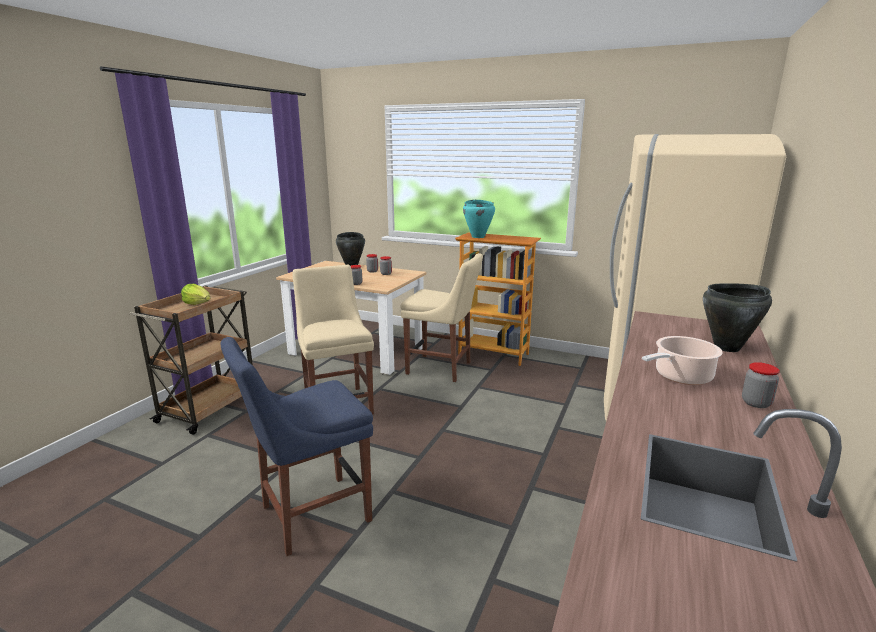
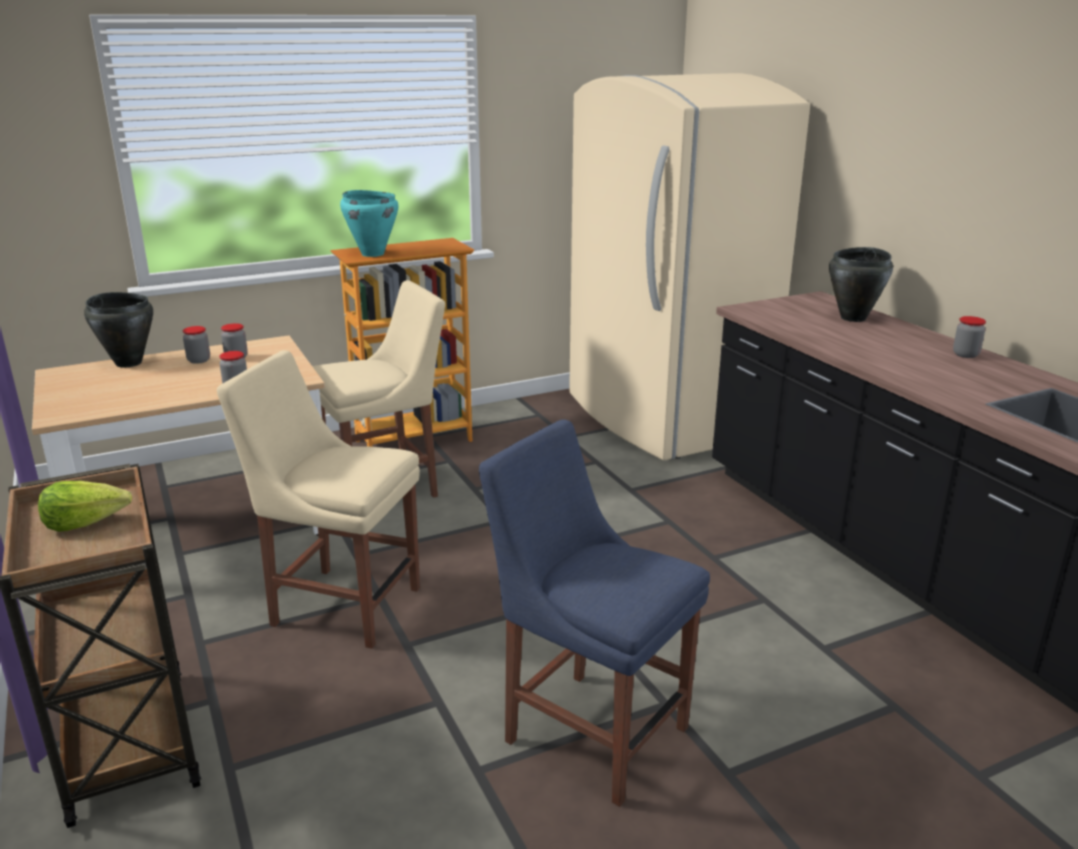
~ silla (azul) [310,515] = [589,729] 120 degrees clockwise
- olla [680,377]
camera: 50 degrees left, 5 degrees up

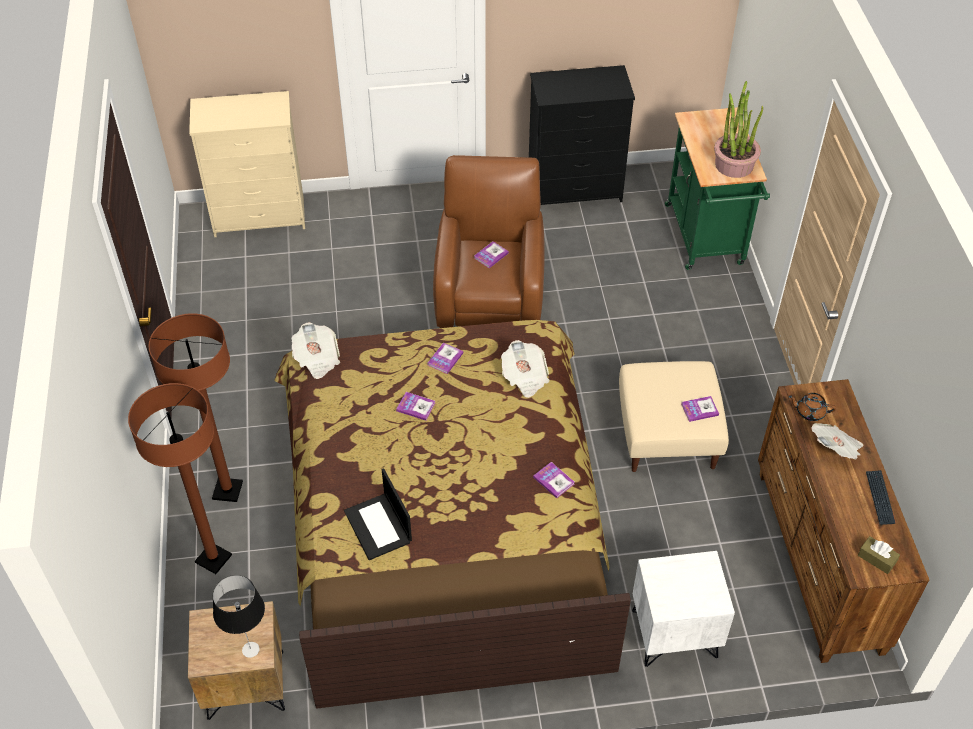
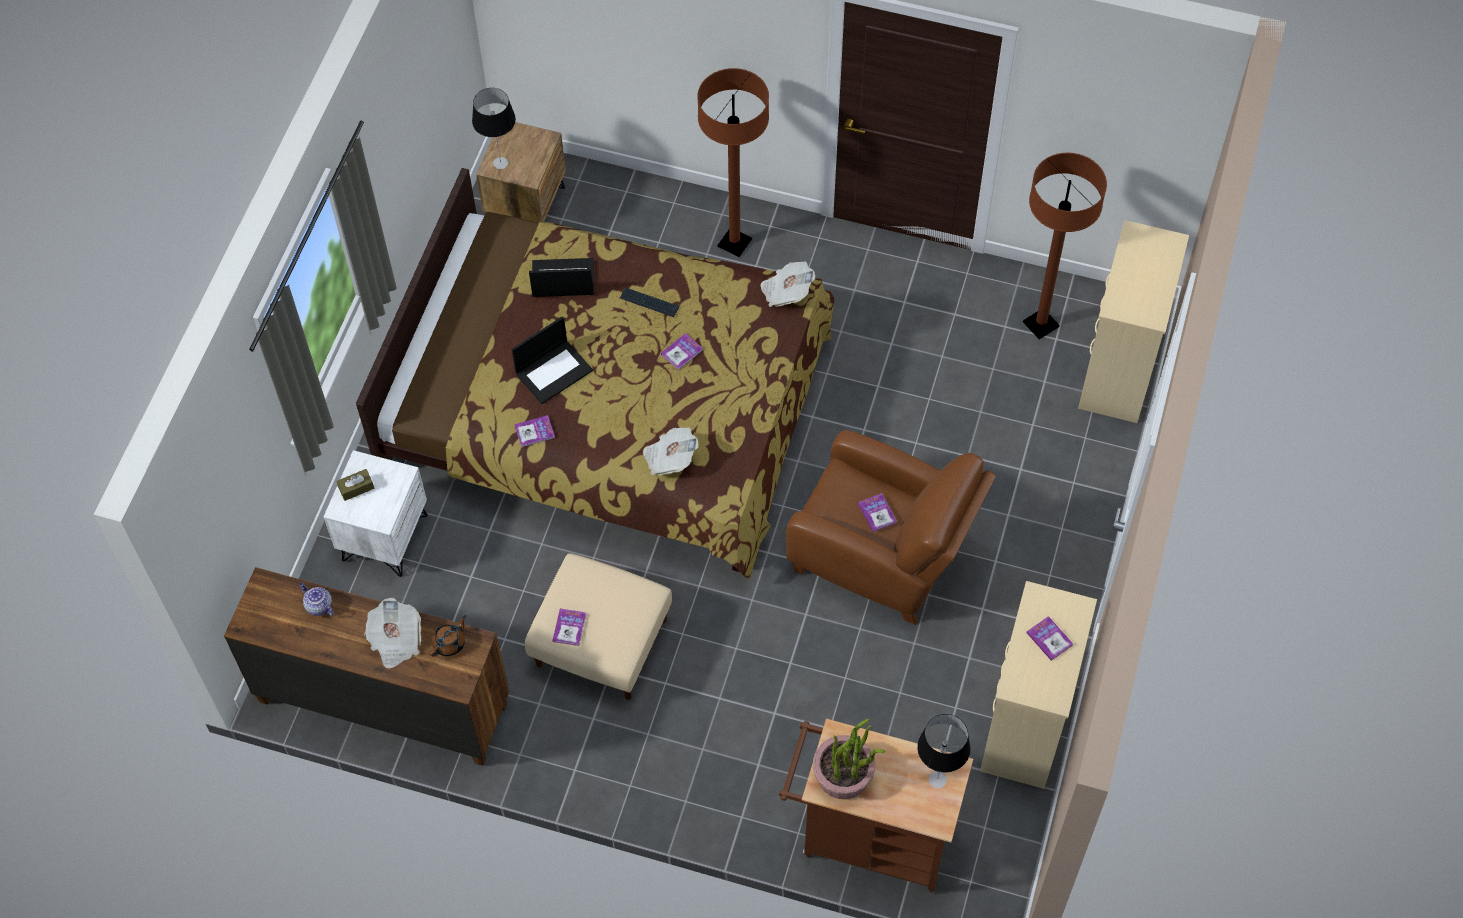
~ lámpara de pie (marrón) [213,559] to [1040,324]
~ libro [445,359] to [1049,639]
~ cómoda (negro) [575,190] to cómoda (beis) [1024,725]
~ carrito (verde) [706,239] to carrito (marrón) [868,837]
~ caja de pañuelos (marrón) [876,559] to [356,488]
~ teclado [879,497] to [649,303]
+ tetera [318,606]
+ portátil [554,371]
+ lámpara de mesa [937,780]
camera: 115 degrees right, 10 degrees up

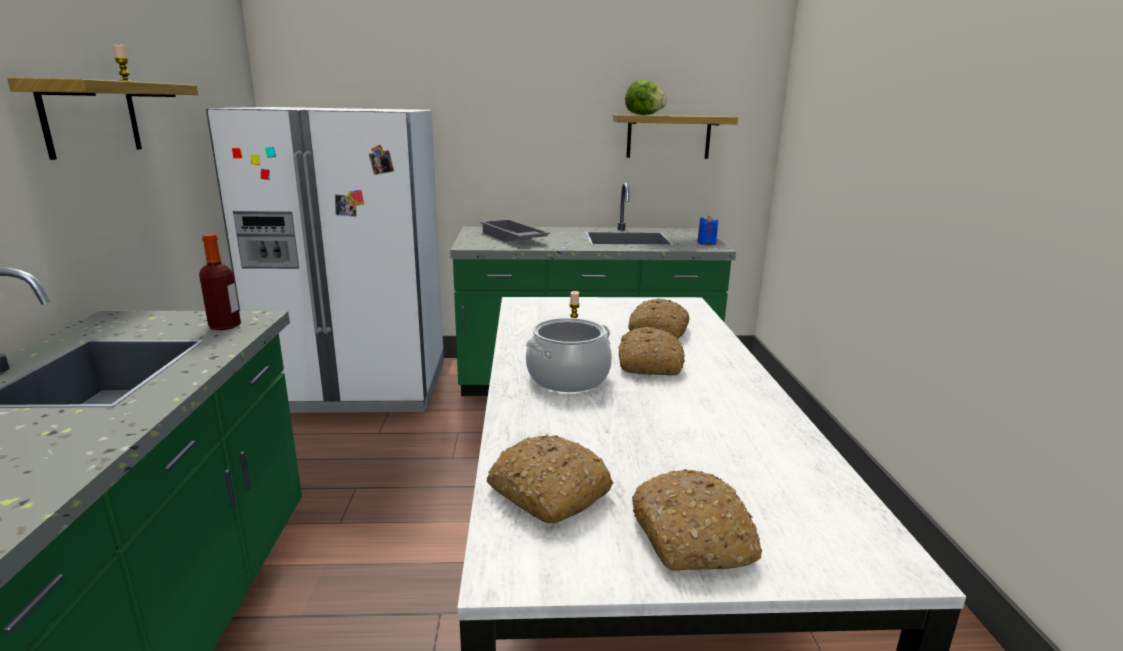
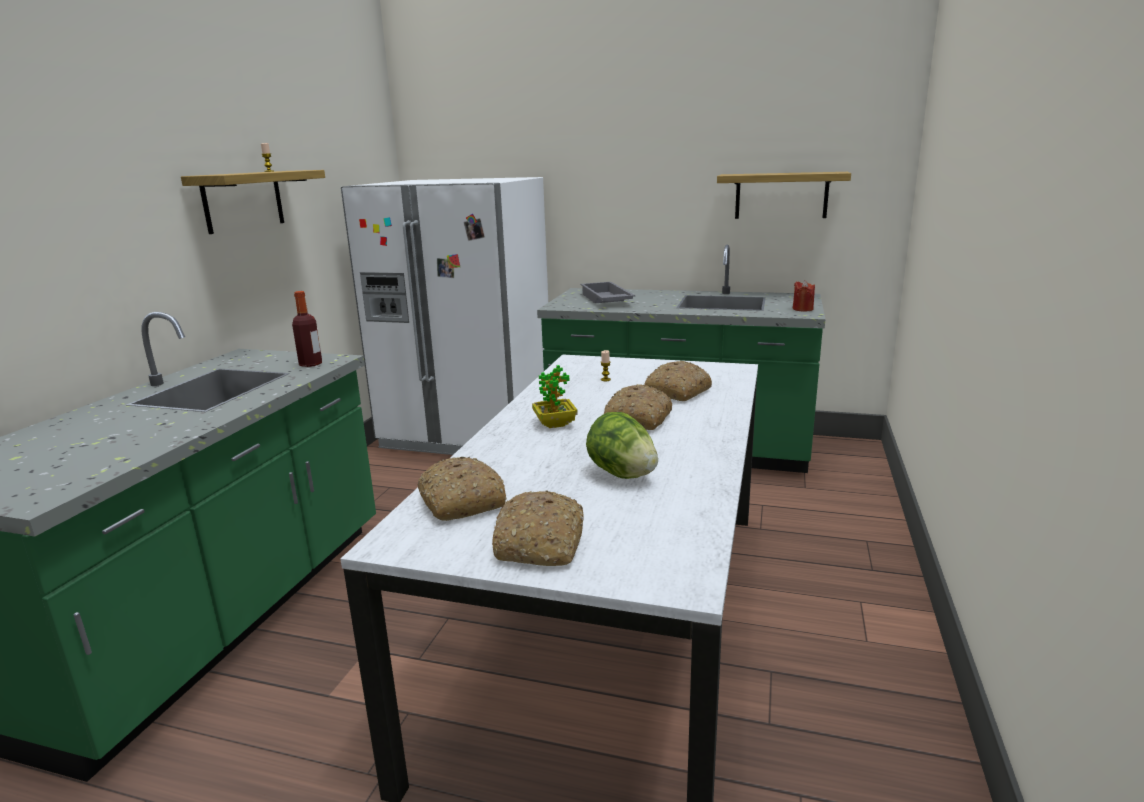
~ olla [568,378] to planta en maceta [555,424]
~ lechuga [644,115] to [622,474]
~ vela (azul) [706,243] to vela (rojo) [802,309]
camera: 20 degrees right, 0 degrees up

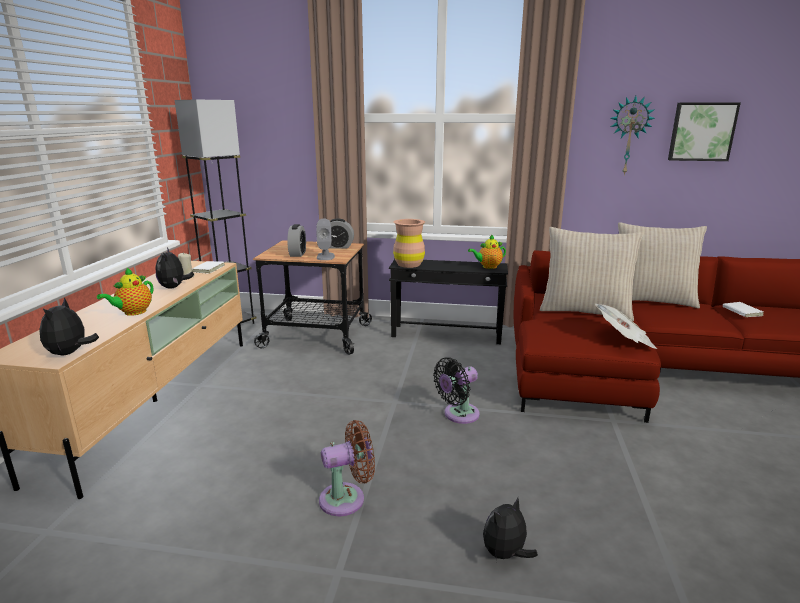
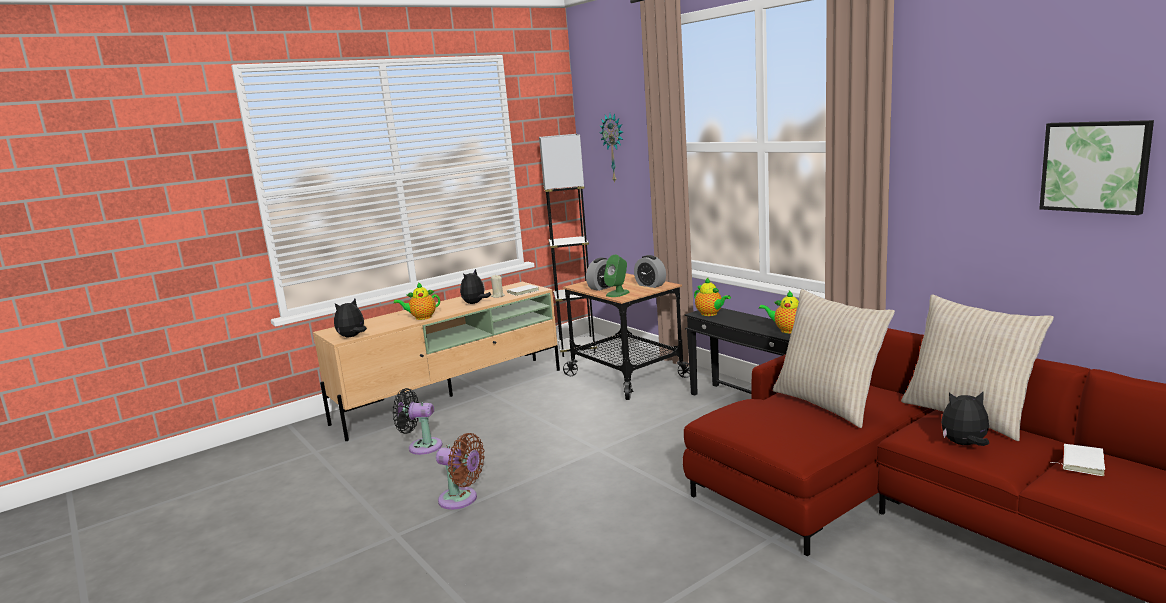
~ altavoz (gris) [325,256] to altavoz (verde) [618,293]
~ florero (marrón) [409,264] to tetera [710,314]
~ ventilador (negro) [458,415] to [421,446]
~ peluche [505,554] to [964,445]
- periódico [623,340]
~ reloj de pared [629,136] to [614,148]
camera: 45 degrees right, 5 degrees down

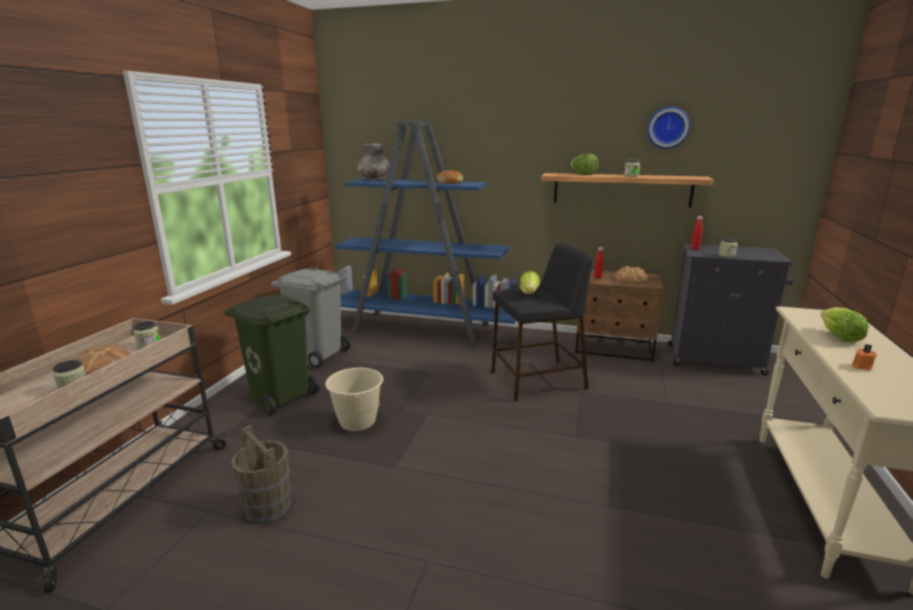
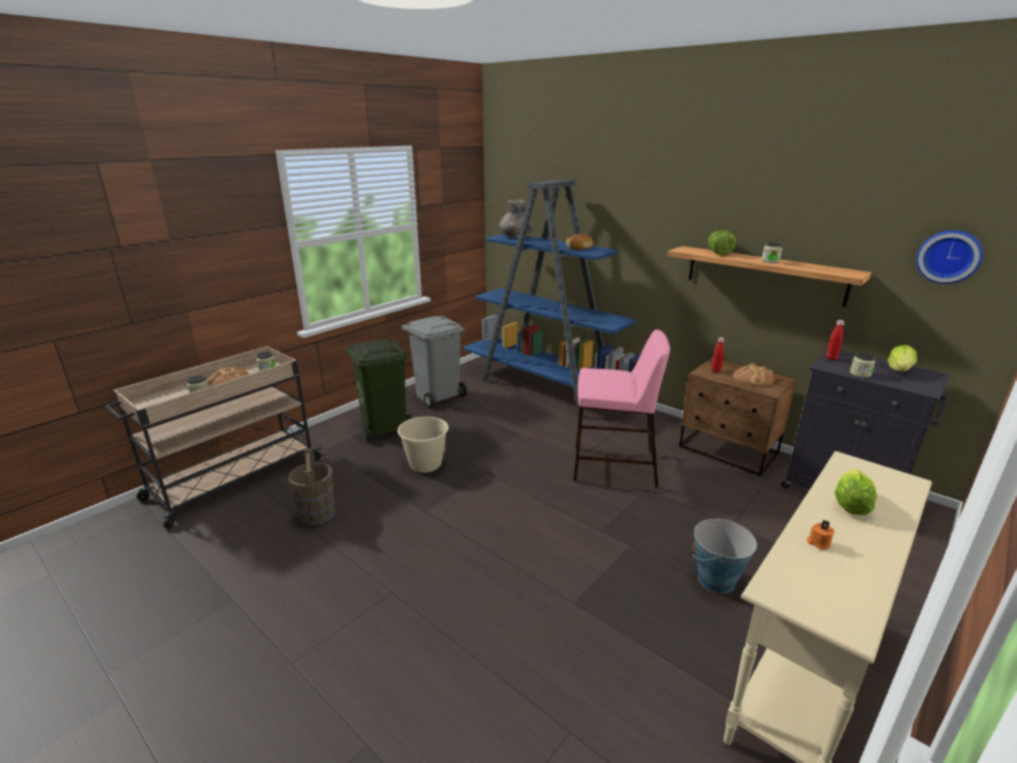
~ taburete (negro) [537,380] to taburete (rosa) [613,466]
~ lechuga [529,293] to [899,370]
~ reloj de pared [667,127] to [949,256]
+ cubo [716,580]
camera: 25 degrees right, 5 degrees up

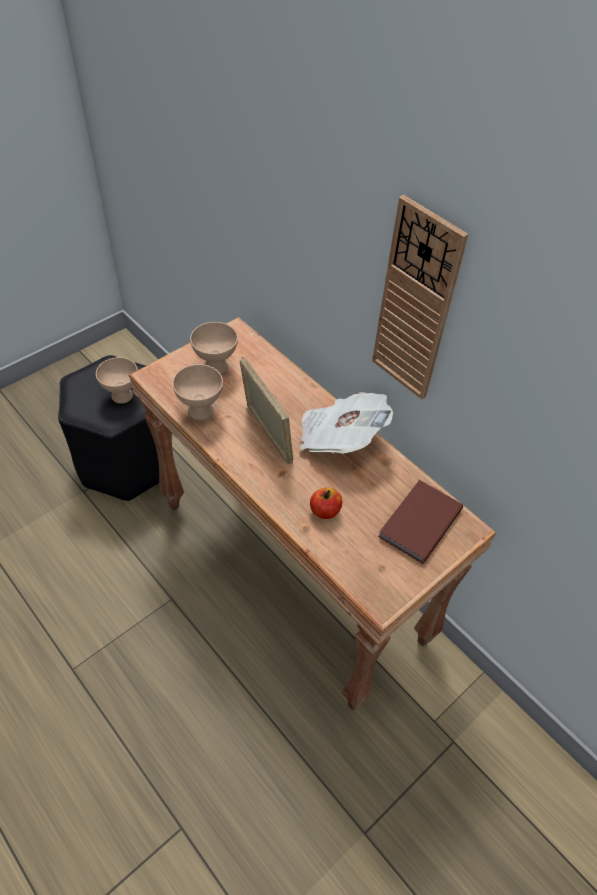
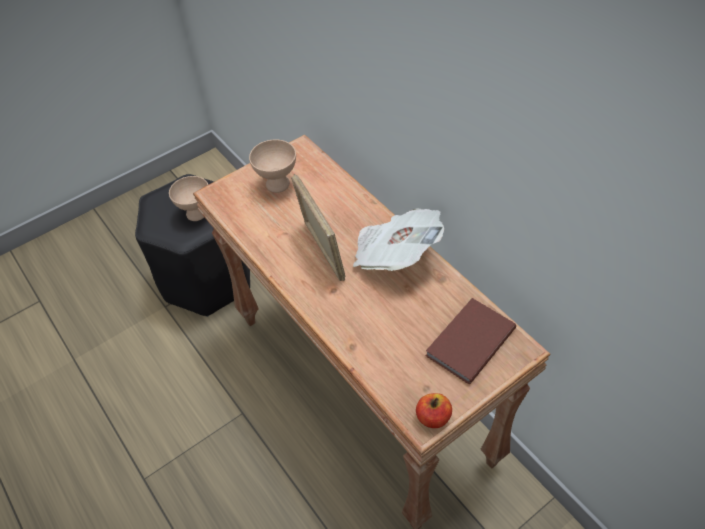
- cuenco (beis) [201,410]
~ manzana [325,511] to [433,417]
- reloj de pared [415,304]
camera: 10 degrees right, 0 degrees up

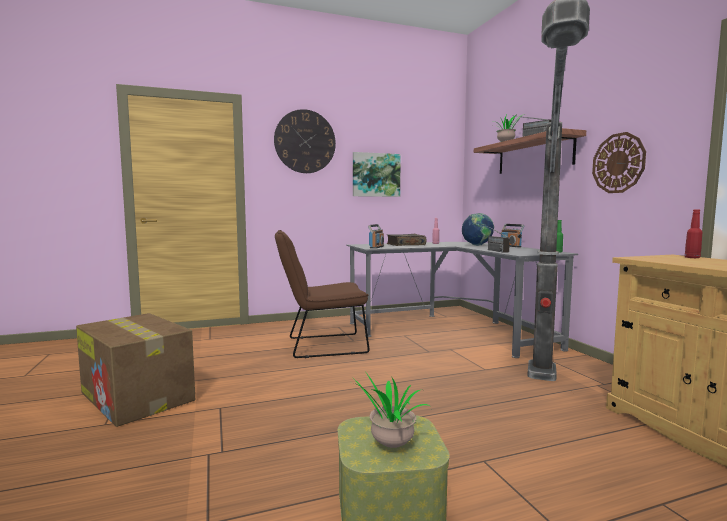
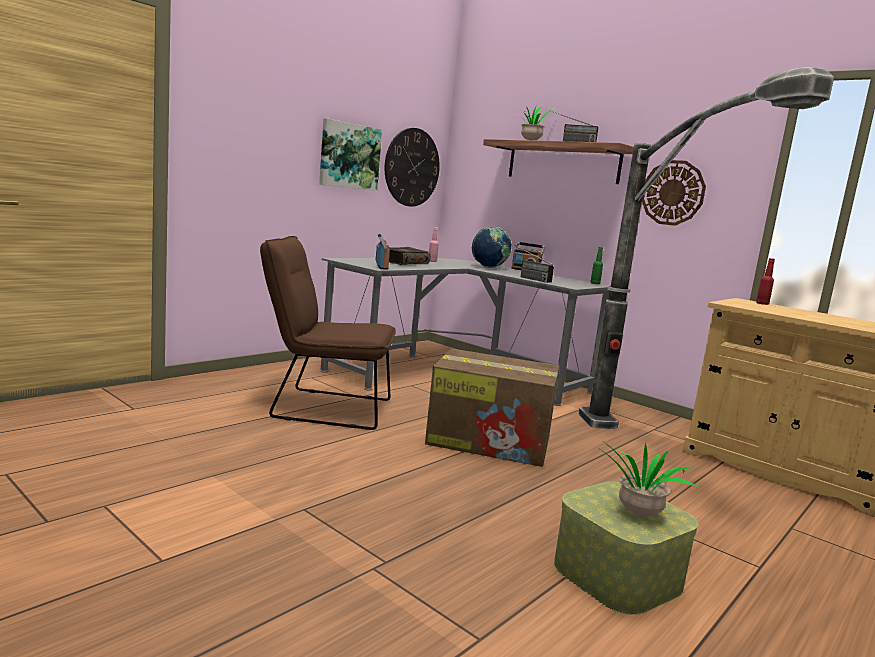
~ caja de cartón [138,397] to [491,441]
~ reloj de pared [305,141] to [412,167]
~ silla (marrón) [320,346] = [323,407] 45 degrees clockwise
camera: 30 degrees left, 5 degrees up

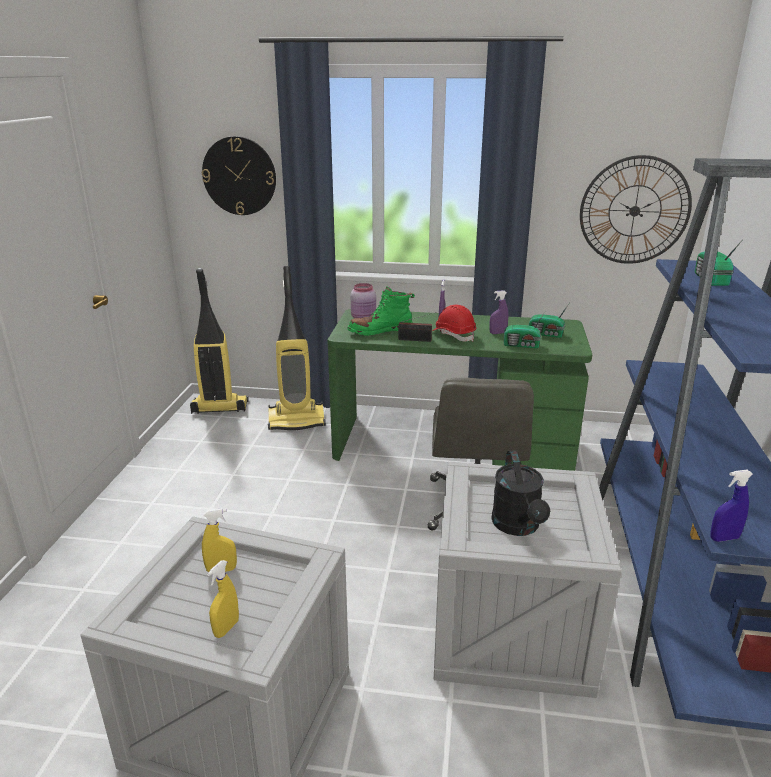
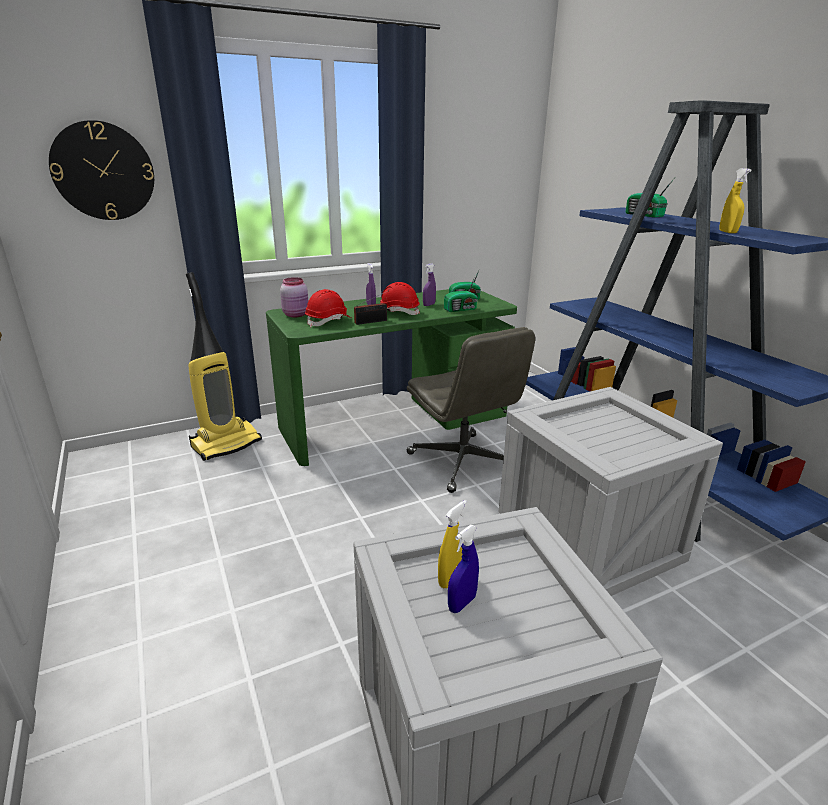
- aspiradora [219,408]
~ pulverizador (amarillo) [226,628] to [727,232]
~ bota (verde) [380,331] to casco (rojo) [328,321]
- regadera (negro) [518,527]
- reloj de pared [634,211]
~ pulverizador (azul) [724,538] to [462,603]
camera: 35 degrees left, 0 degrees up

